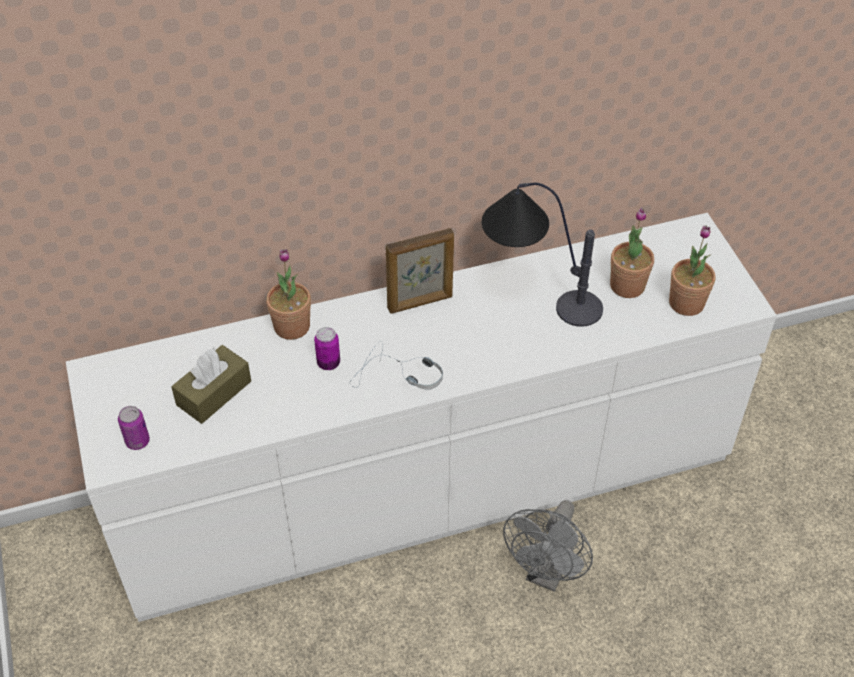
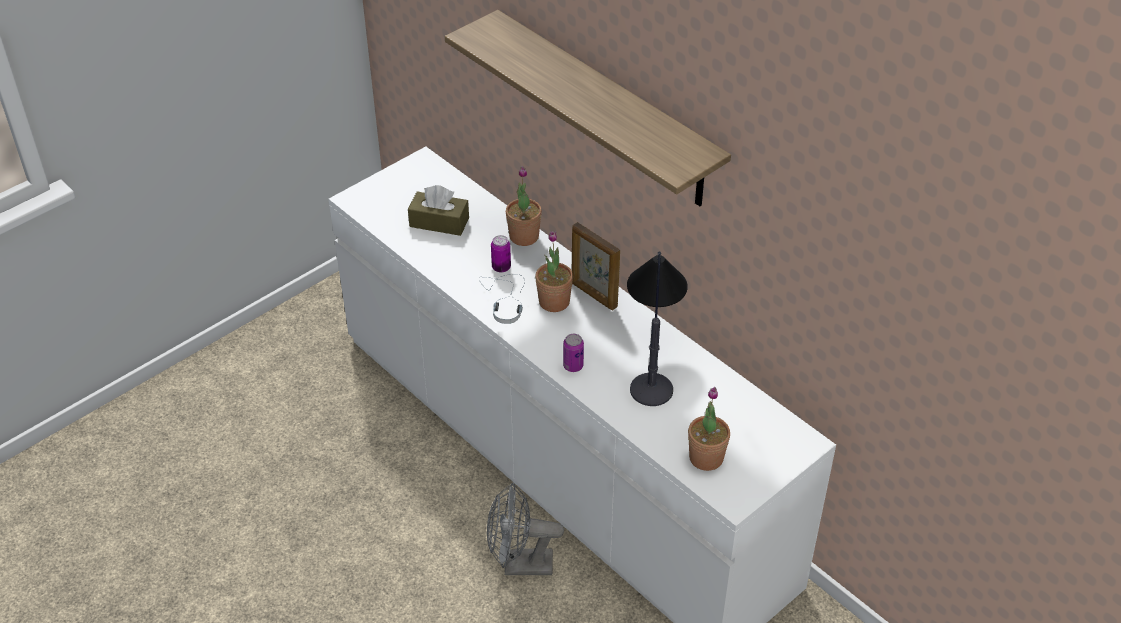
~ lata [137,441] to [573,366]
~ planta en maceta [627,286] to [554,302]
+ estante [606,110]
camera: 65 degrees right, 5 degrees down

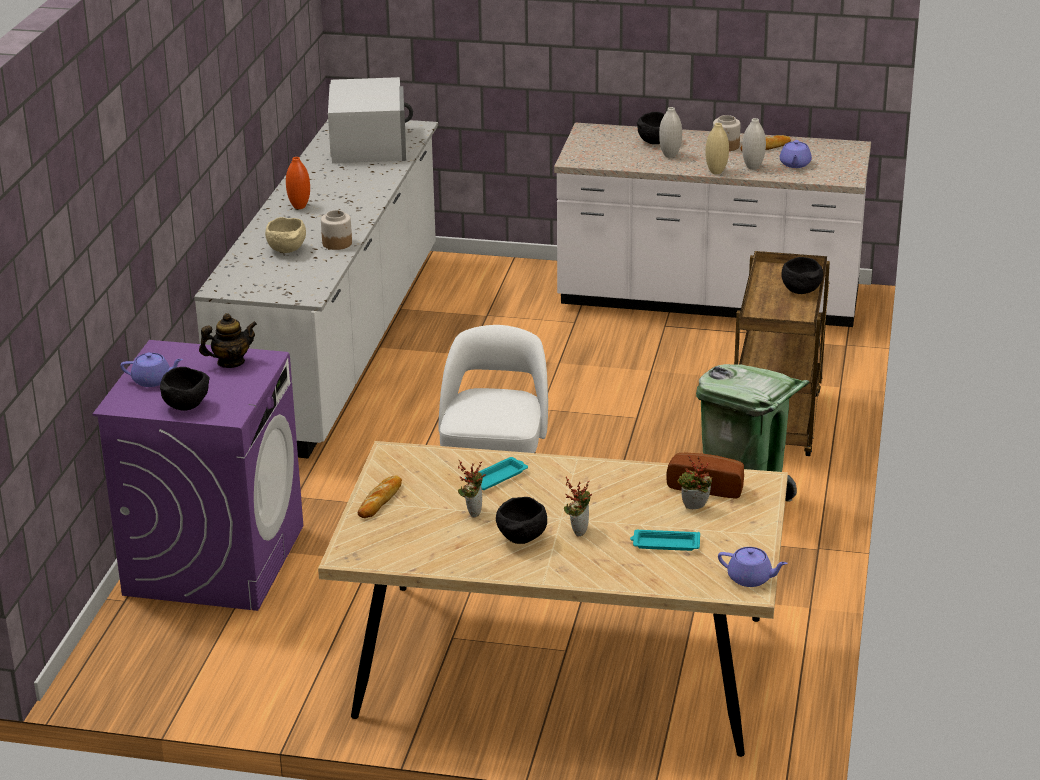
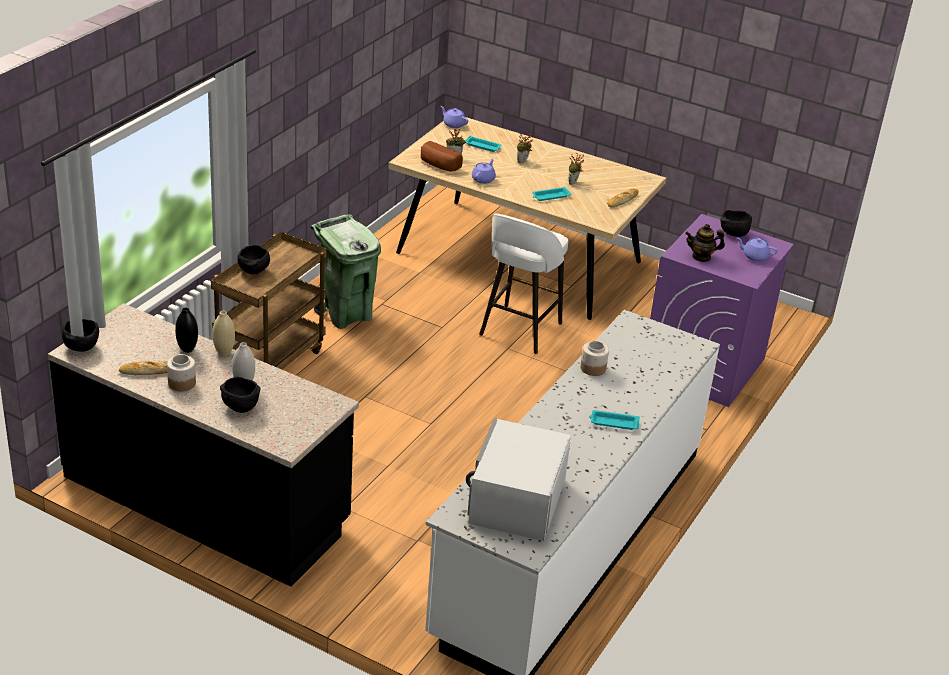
- cuenco (beis) [287,250]
~ florero (naranja) [299,206] to bandeja (turquesa) [613,423]
~ cuenco (negro) [522,539] to [82,347]
~ mueble bajo de cocina (blanco) [709,300] to mueble bajo de cocina (negro) [207,500]
~ florero (blanco) [753,167] to florero (negro) [187,349]
~ tetera (morado) [795,164] to [483,179]
camera: 165 degrees left, 5 degrees up

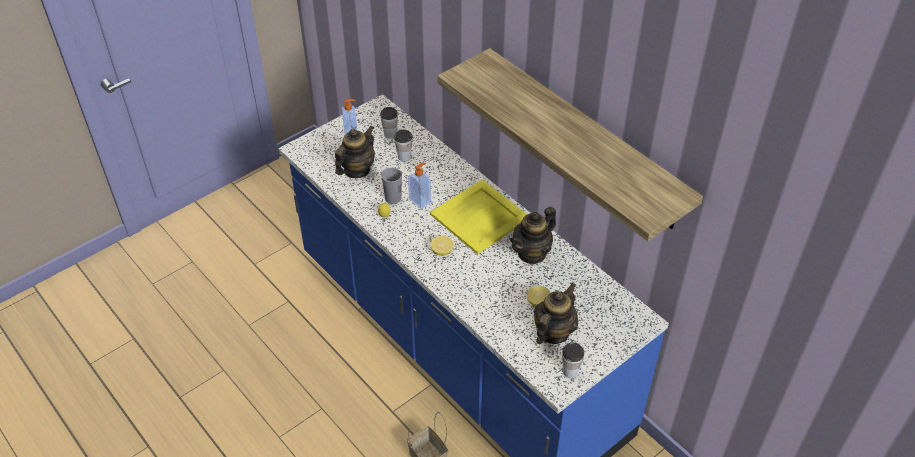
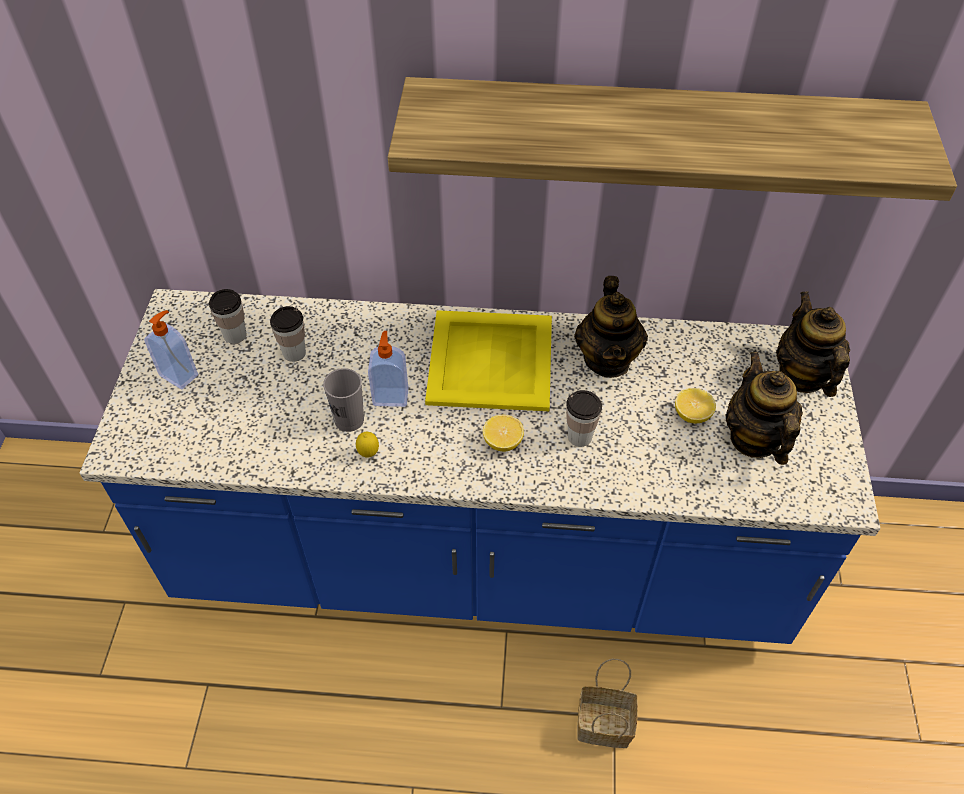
~ tetera [356,170] to [802,375]
~ taza [570,372] to [579,437]
camera: 45 degrees left, 5 degrees up

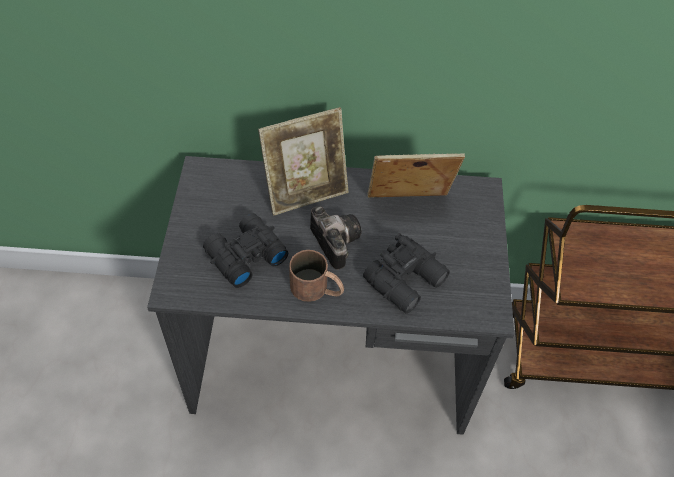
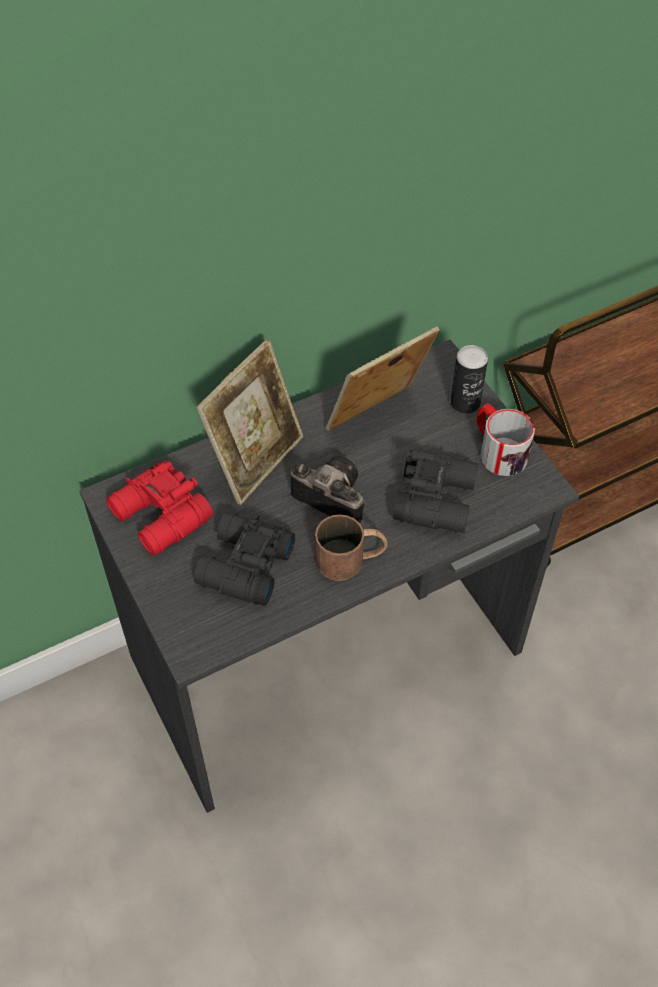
+ prismáticos (rojo) [160,518]
+ lata [465,403]
+ taza grande [498,450]
camera: 30 degrees left, 0 degrees up

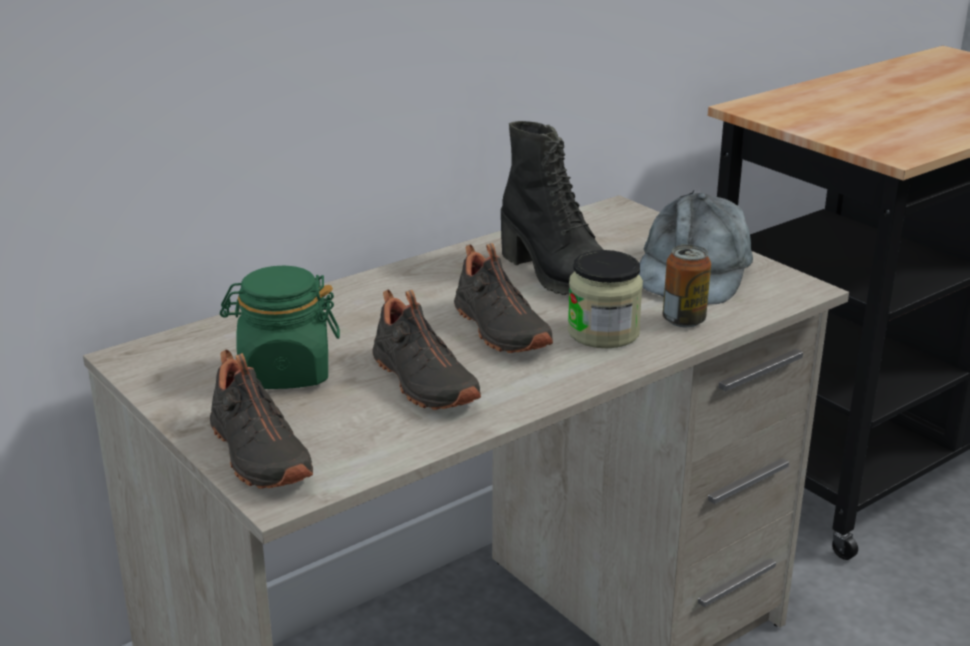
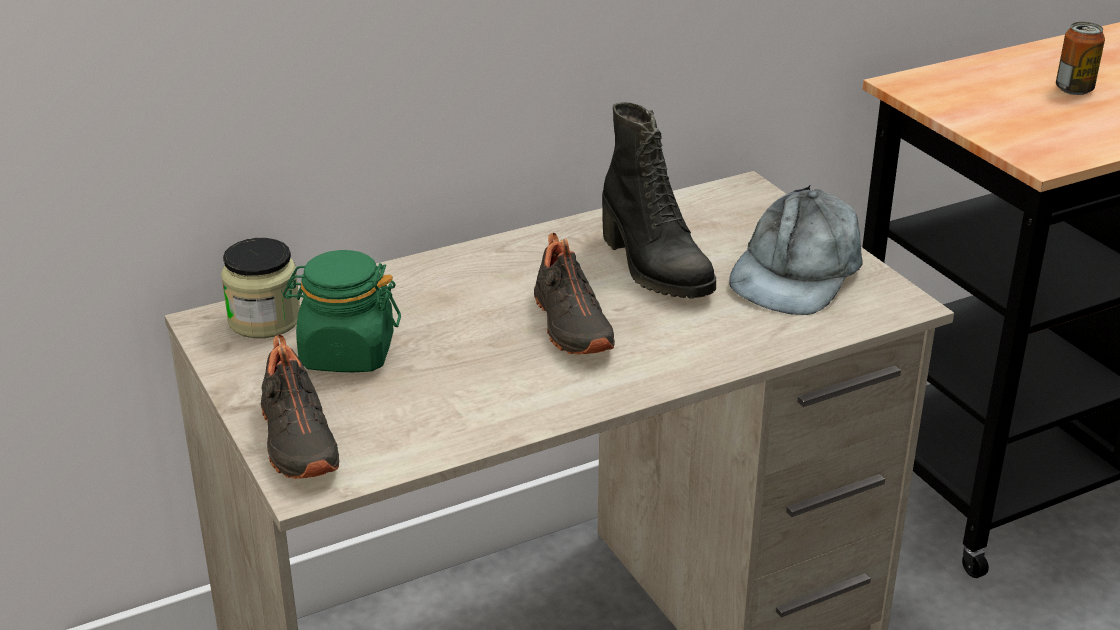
- zapato (negro) [421,383]
~ tarro [603,332] to [264,320]
~ lata [684,320] to [1074,89]
camera: 10 degrees right, 5 degrees up

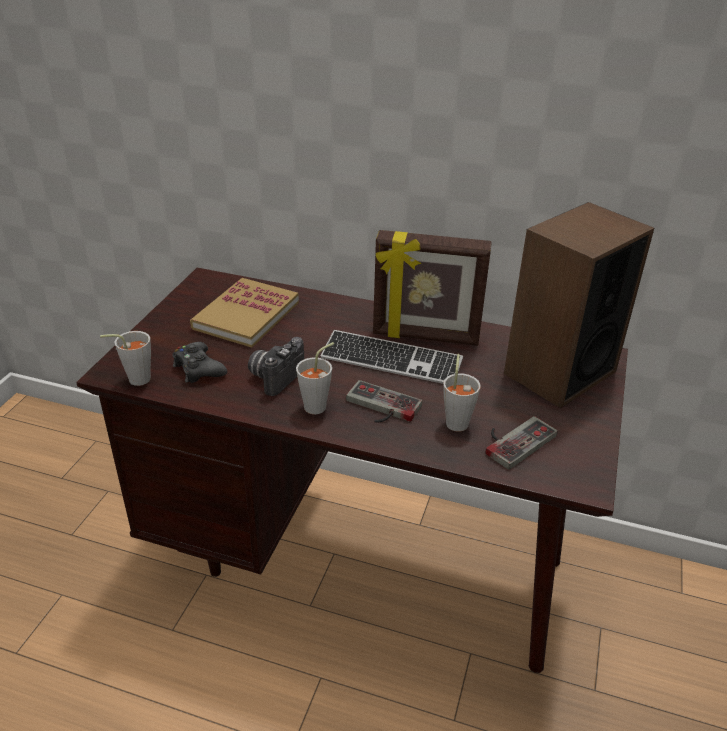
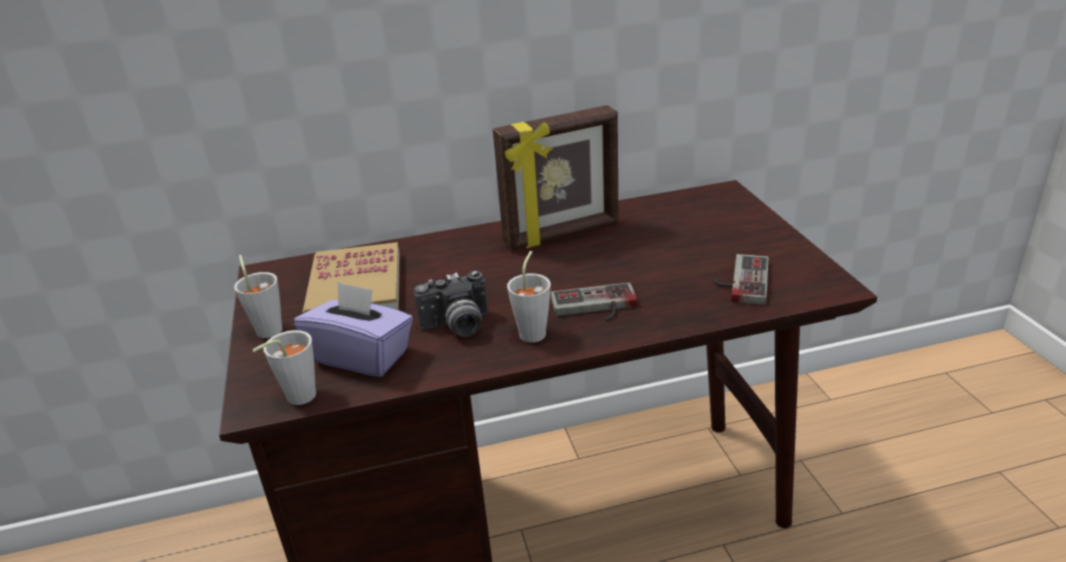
~ mando de consola (negro) [198,369] to caja de pañuelos (morado) [362,356]
~ cámara [275,377] = [457,327] 105 degrees counterclockwise
- teclado [391,360]
~ taza (gris) [457,420] to [268,327]
- altavoz [559,372]
camera: 30 degrees left, 5 degrees down

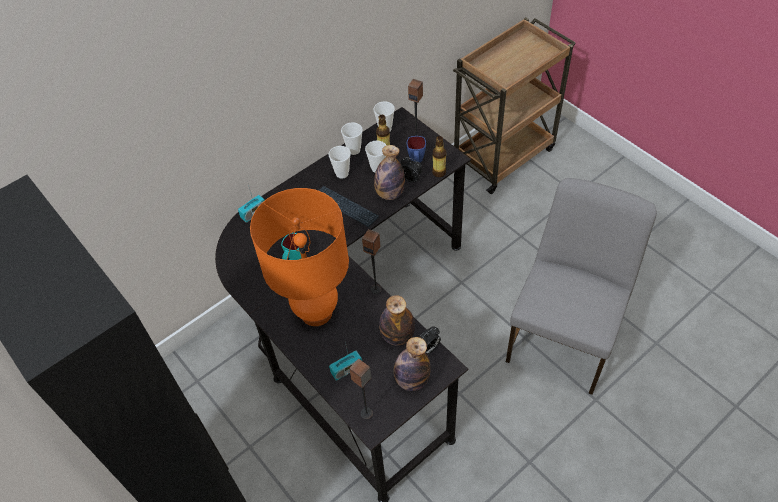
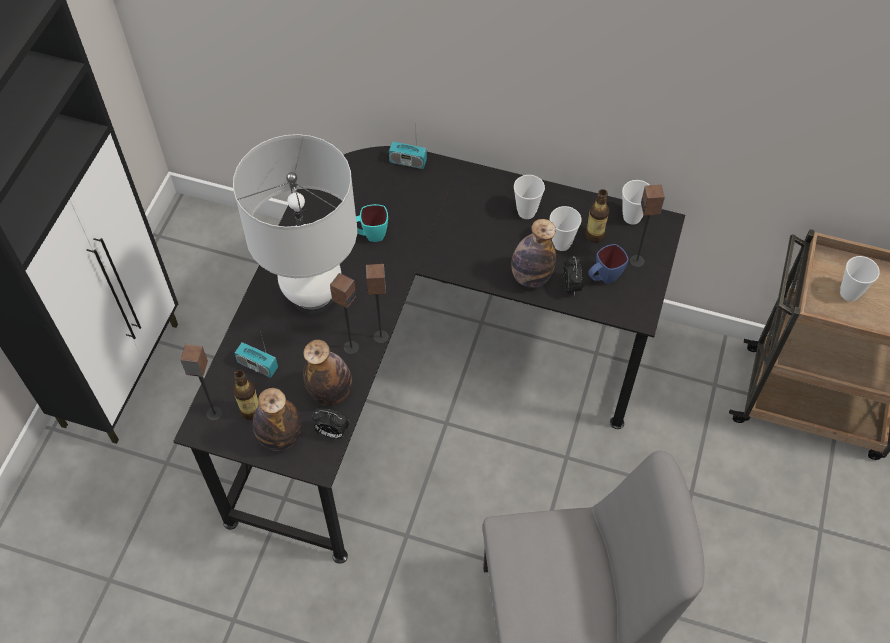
~ lámpara de mesa (naranja) [316,312] to lámpara de mesa (blanco) [313,296]
- teclado [345,207]
~ taza [354,150] to [849,293]
~ botella [439,172] to [250,411]
+ altavoz [351,347]
camera: 55 degrees right, 5 degrees up

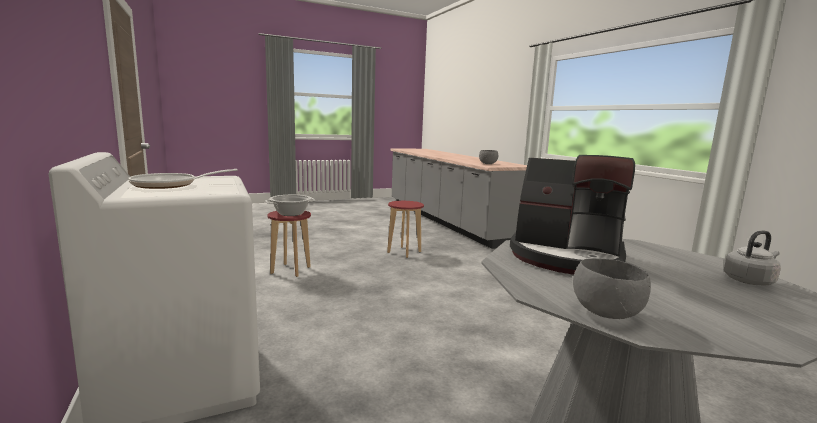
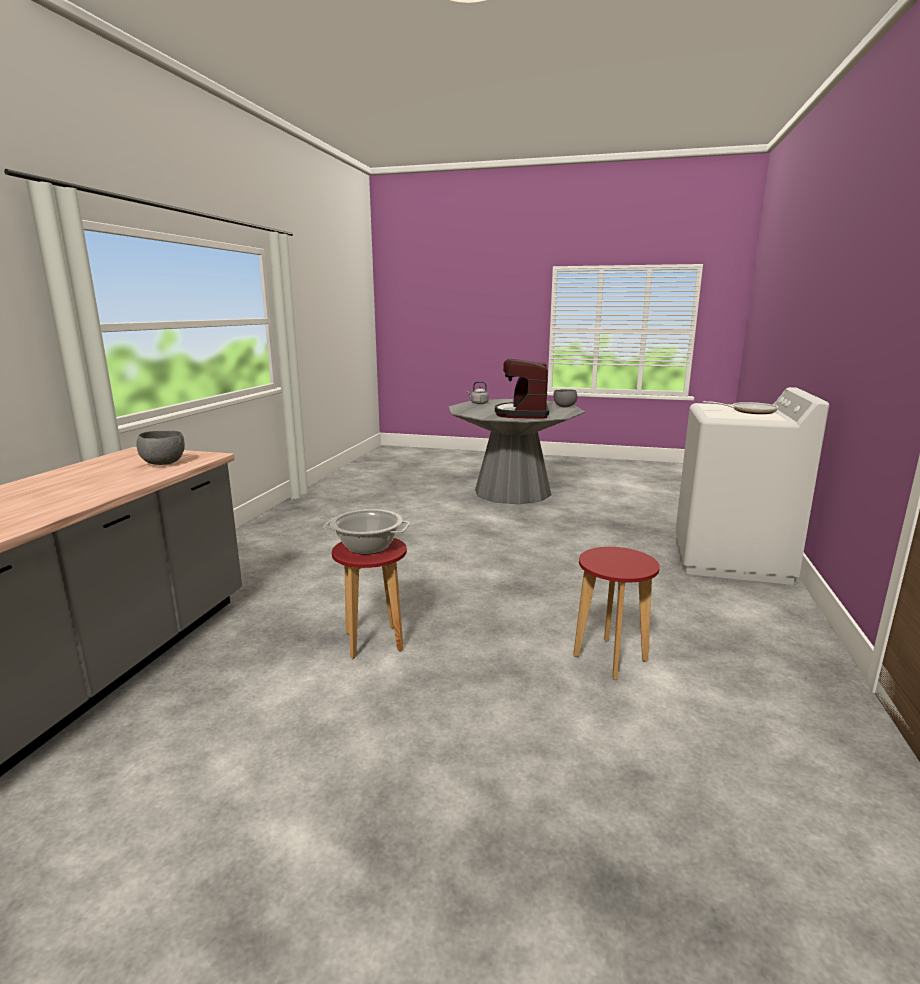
~ olla [290,213] to [368,547]
~ cafetera [566,257] = [522,414] 150 degrees counterclockwise
camera: 140 degrees left, 5 degrees up

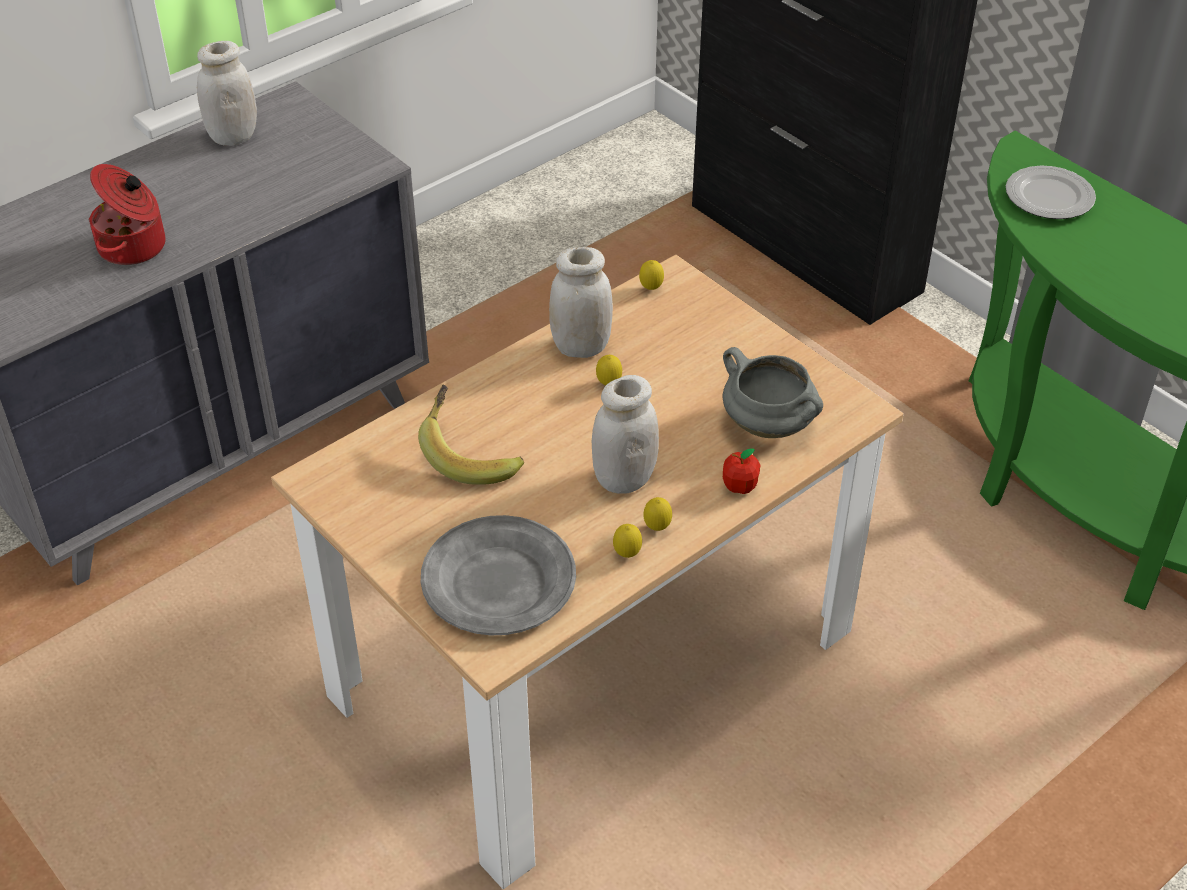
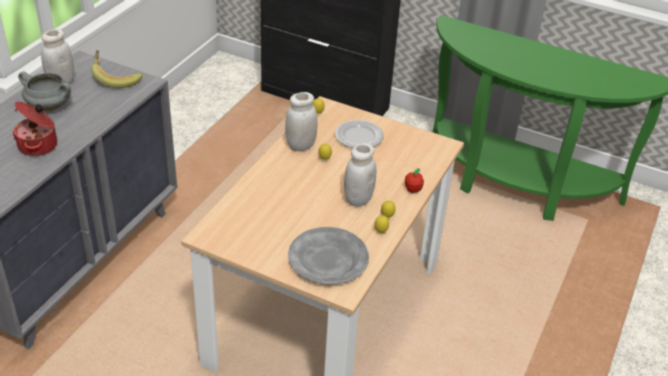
~ plátano [471,454] to [116,78]
~ olla (gris) [770,425] to [50,106]
~ plato [1050,197] to [359,137]
camera: 25 degrees left, 5 degrees down

